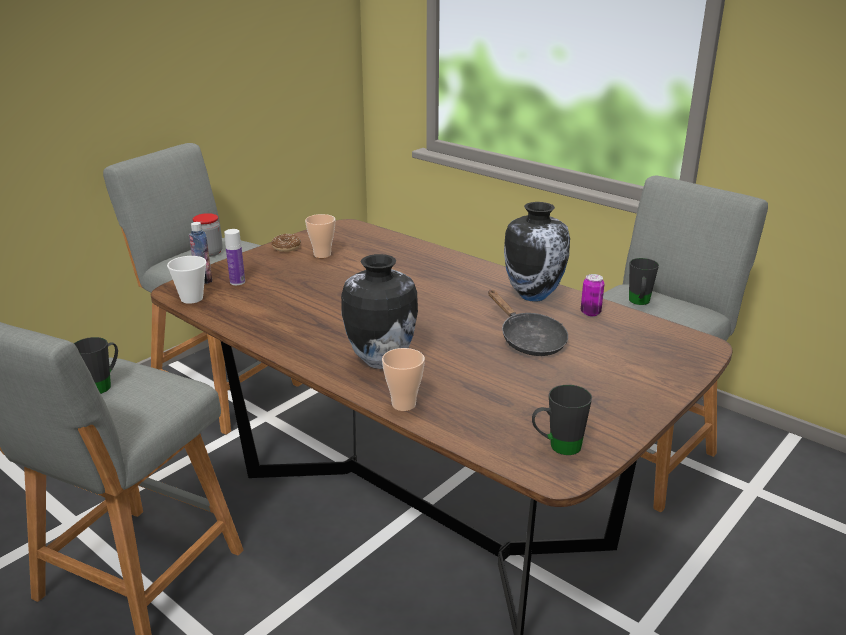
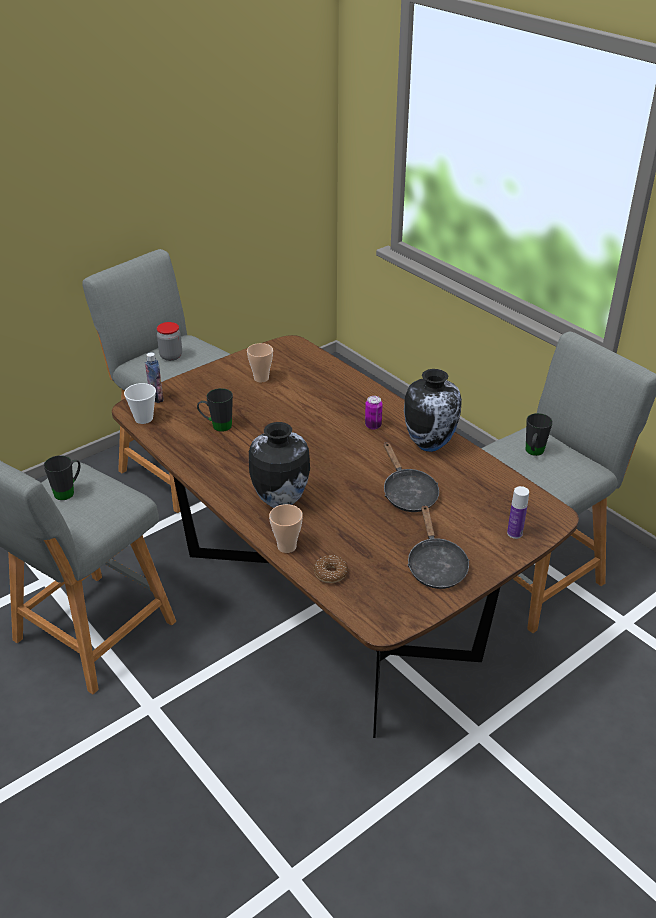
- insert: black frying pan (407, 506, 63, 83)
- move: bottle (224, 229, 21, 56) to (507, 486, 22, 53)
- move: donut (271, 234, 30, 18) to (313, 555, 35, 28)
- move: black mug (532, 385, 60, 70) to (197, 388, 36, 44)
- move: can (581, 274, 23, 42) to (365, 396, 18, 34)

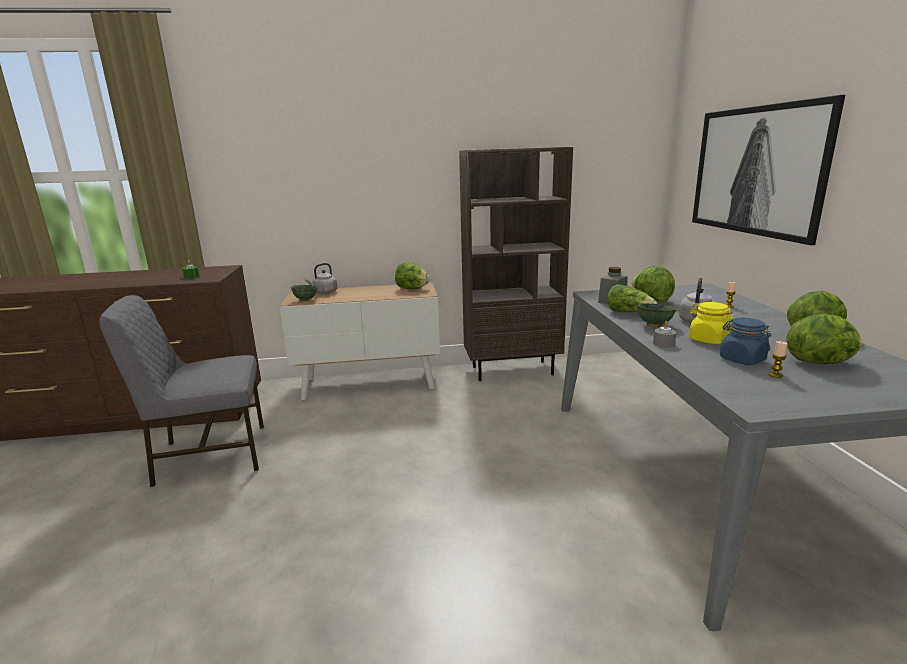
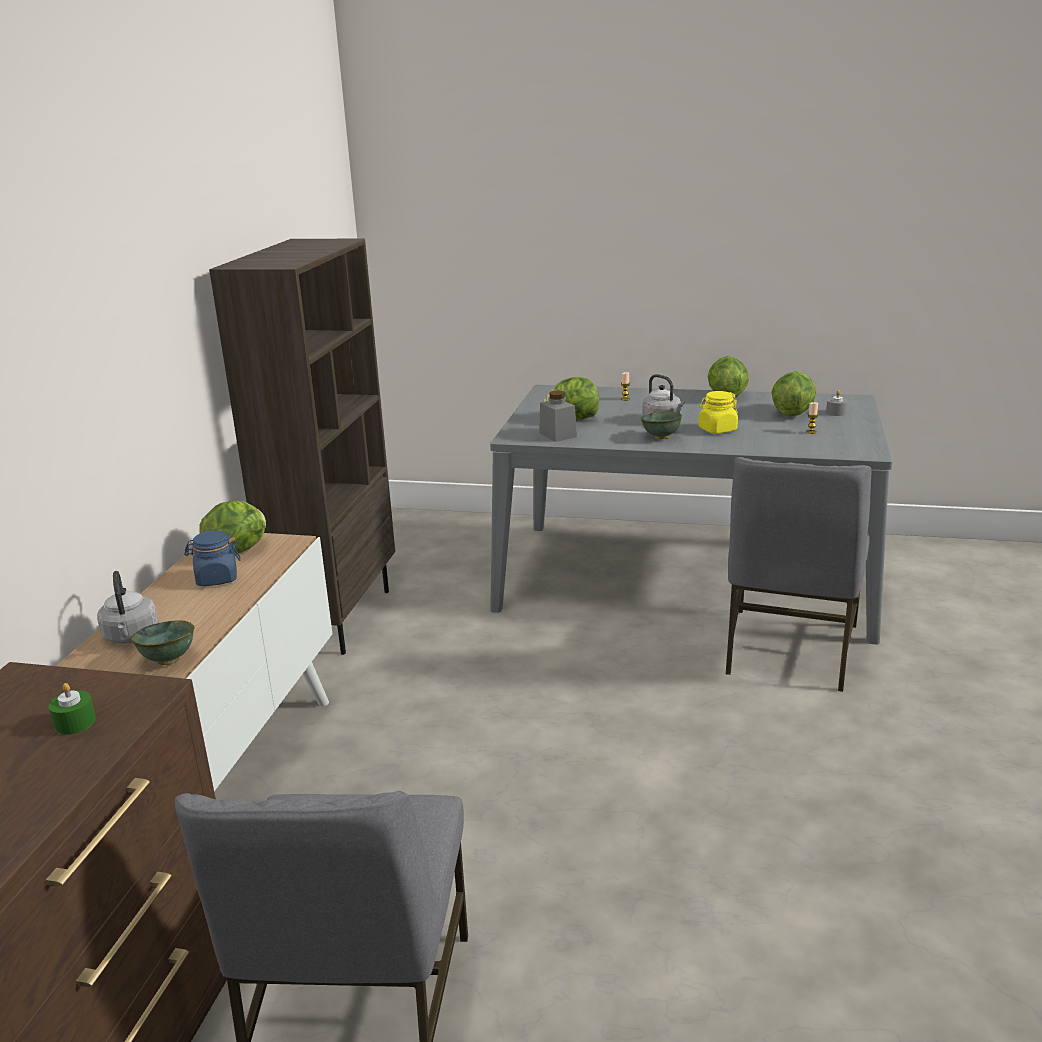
- delete: lettuce (607, 284, 50, 28)
- delete: picture (692, 95, 153, 150)
- insert: grey chair (726, 457, 145, 235)
- move: grey candle (653, 321, 23, 27) to (826, 390, 22, 26)
- move: blue jar (720, 318, 51, 47) to (184, 530, 57, 56)

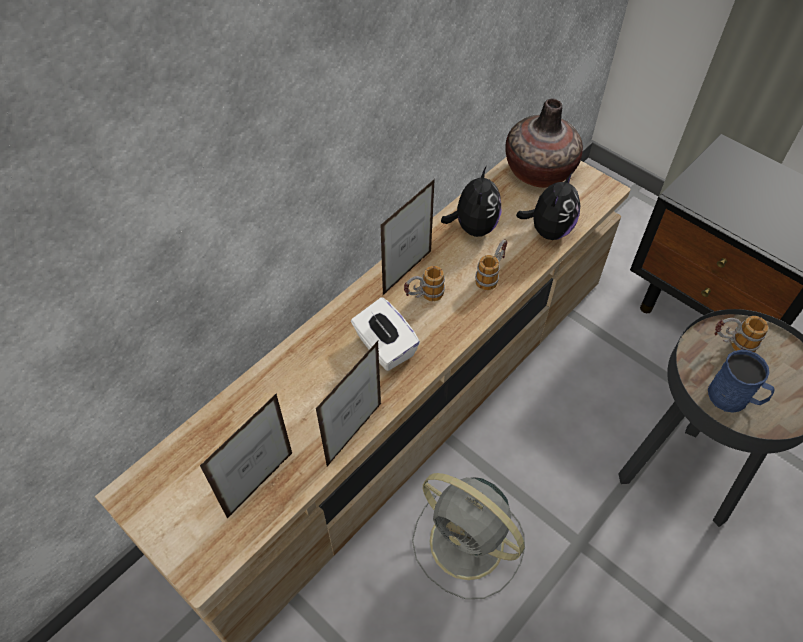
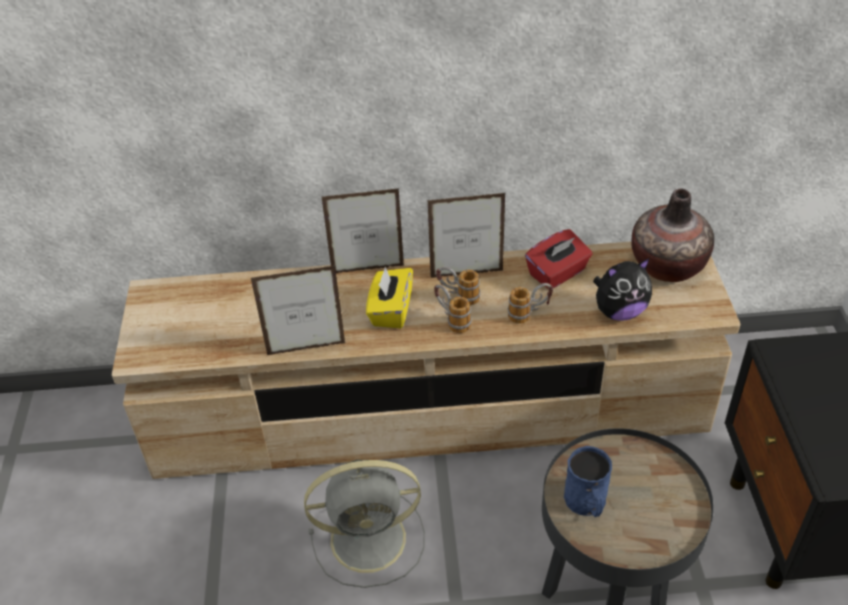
- move: picture frame (200, 393, 93, 126) to (322, 188, 82, 85)
- move: mug (714, 316, 55, 36) to (434, 285, 38, 48)
- replace: plush toy (441, 166, 60, 71) to red tissue box (525, 229, 67, 59)
- recolor: white tissue box (351, 297, 69, 74) to yellow tissue box (366, 267, 47, 61)
- rotate: grey fan (412, 473, 113, 126) = (304, 460, 121, 128) 90 degrees counterclockwise

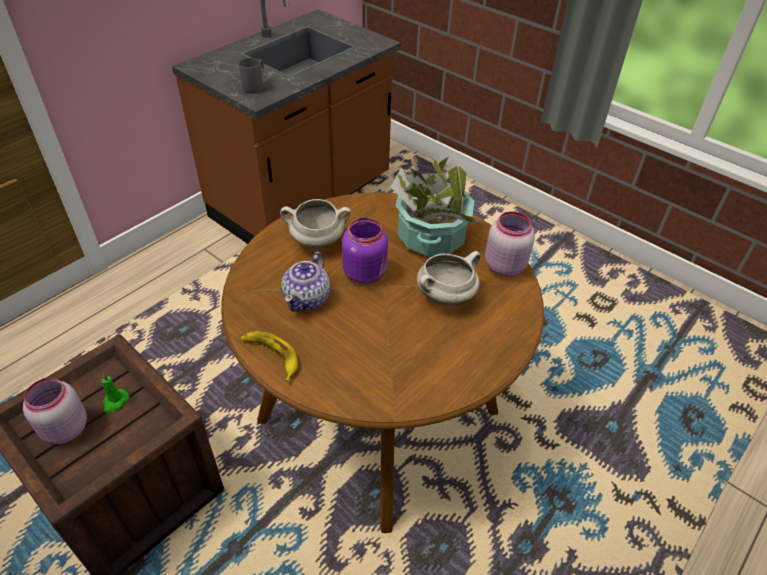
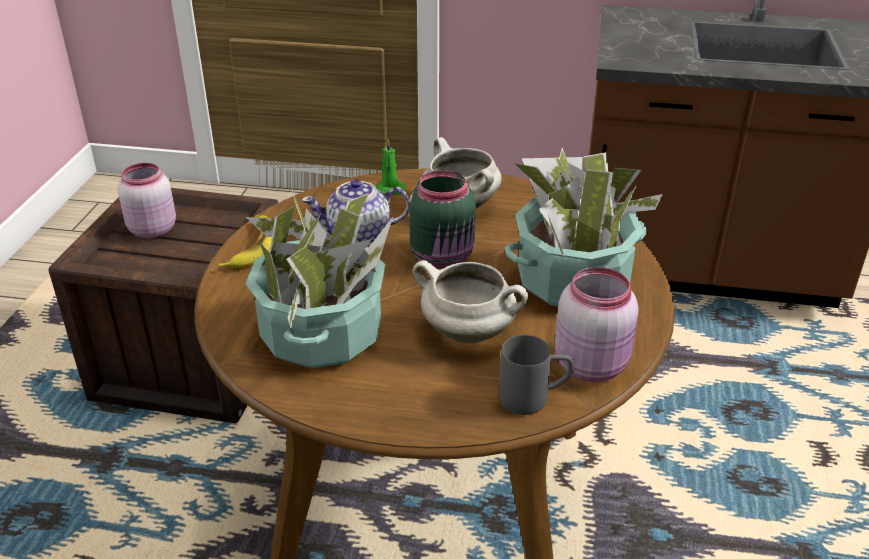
- insert: potted plant (245, 190, 148, 178)
- move: green candle (101, 374, 28, 39) to (375, 139, 31, 56)
- move: grey mug (239, 58, 25, 35) to (499, 335, 75, 80)
- recolor: purple jar (342, 218, 46, 66) to green jar (409, 170, 67, 98)

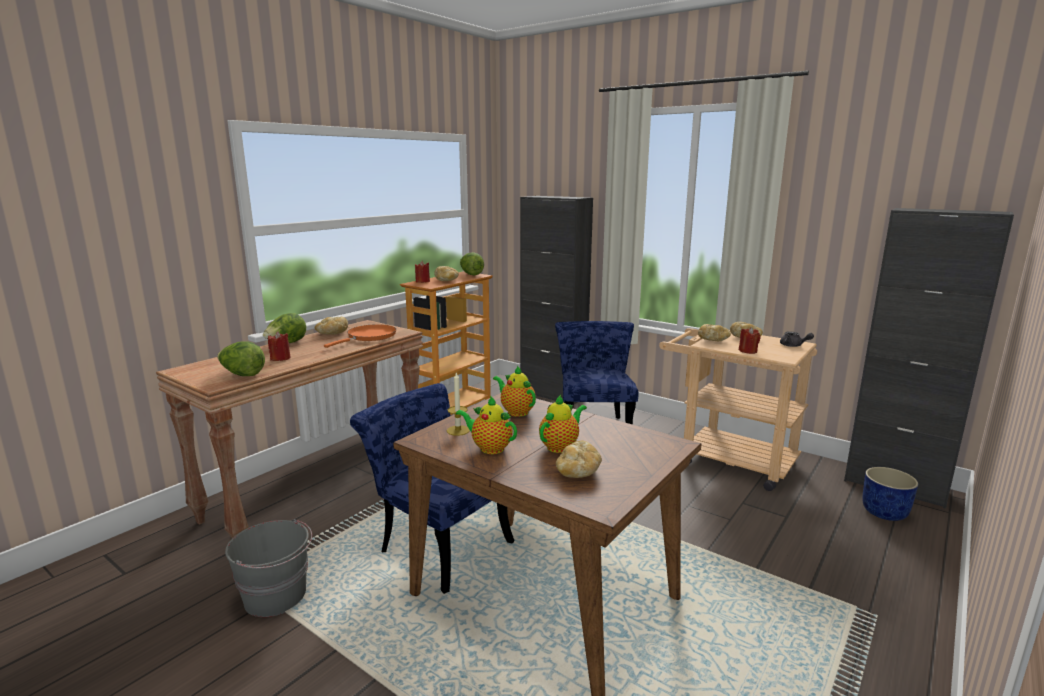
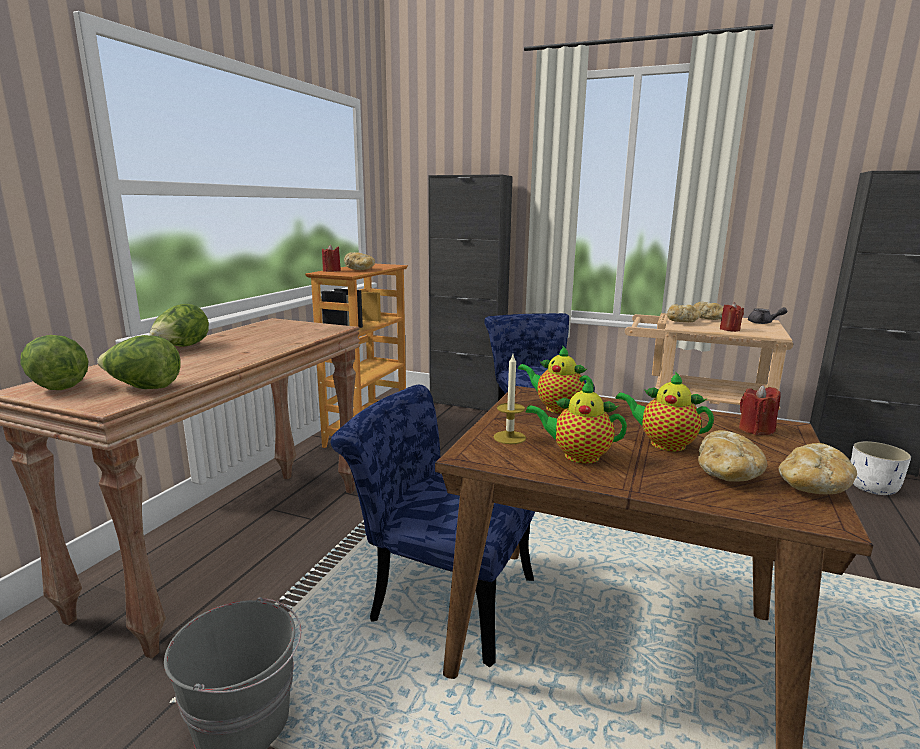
- delete: orange frying pan (324, 324, 72, 24)
- move: red candle (268, 331, 23, 30) to (739, 385, 41, 50)
- move: bread (315, 317, 33, 18) to (778, 443, 79, 52)
- move: lettuce (460, 252, 24, 24) to (20, 335, 68, 55)
- recolor: blue planter (863, 467, 55, 54) to white planter (851, 441, 60, 54)
- rotate: teapot (539, 395, 48, 58) = (616, 371, 98, 80) 90 degrees counterclockwise

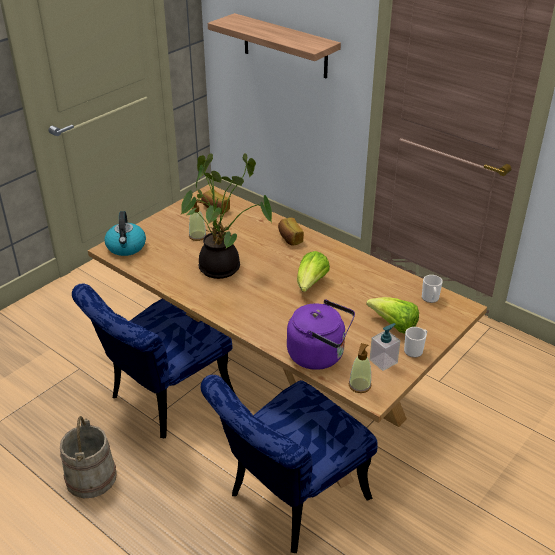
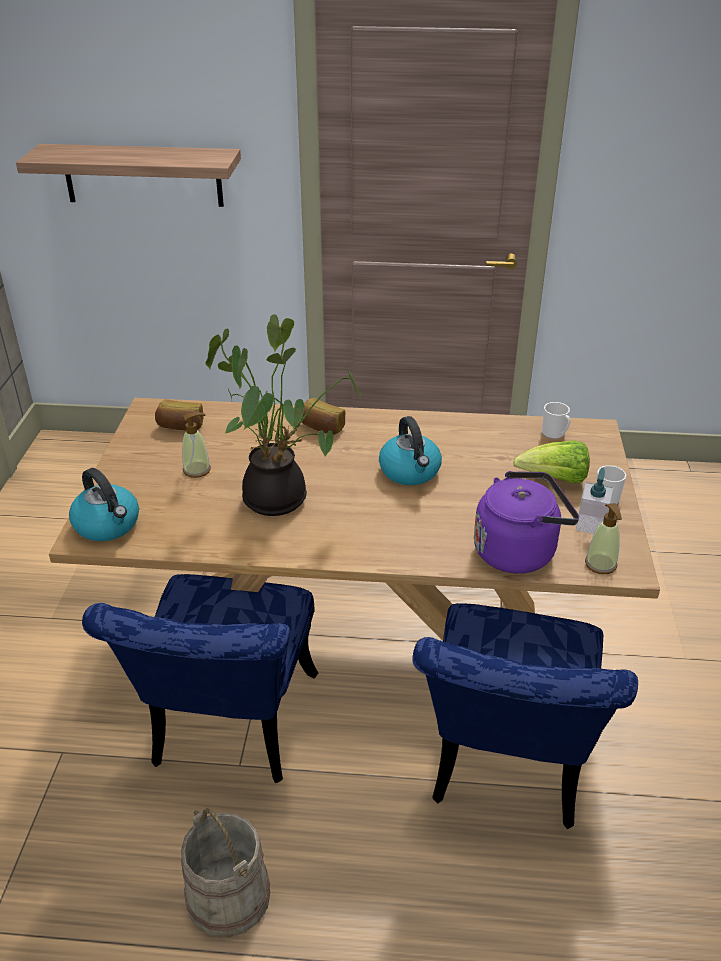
- replace: lettuce (297, 251, 33, 41) to kettle (379, 416, 63, 69)

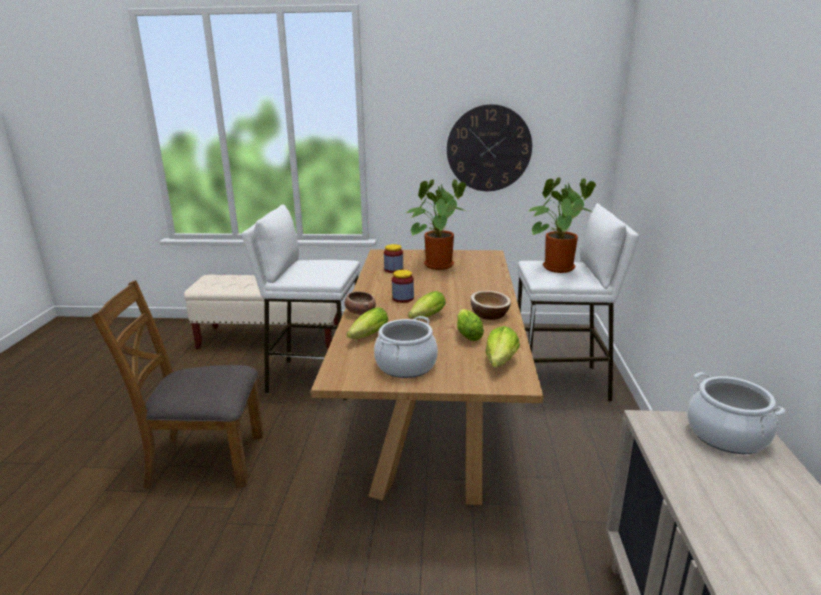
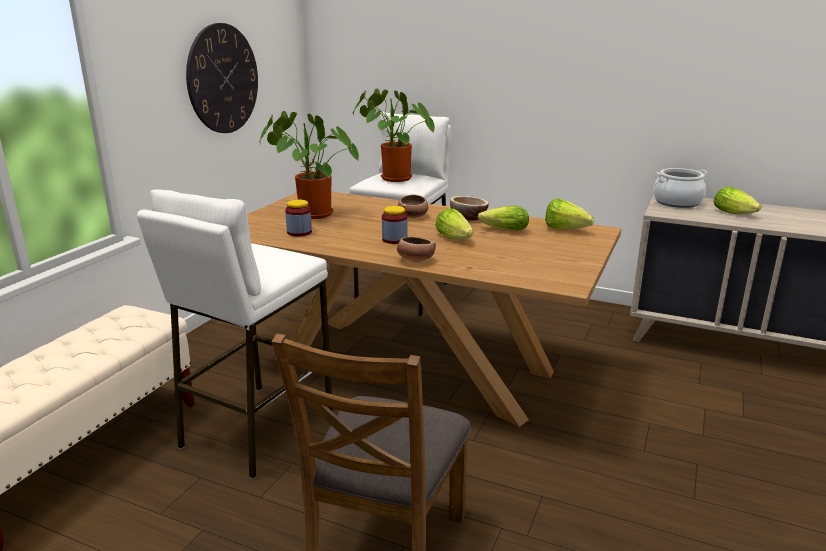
- delete: cooking pot (374, 316, 64, 62)
- insert: bowl (398, 194, 30, 24)
- move: lettuce (347, 307, 41, 32) to (714, 187, 48, 27)

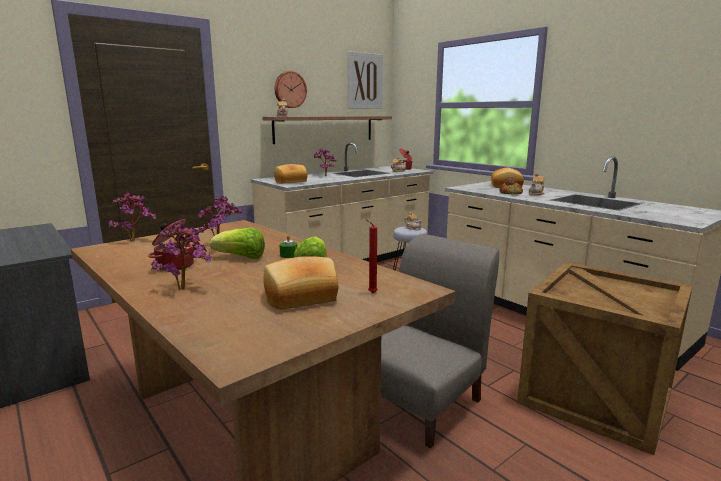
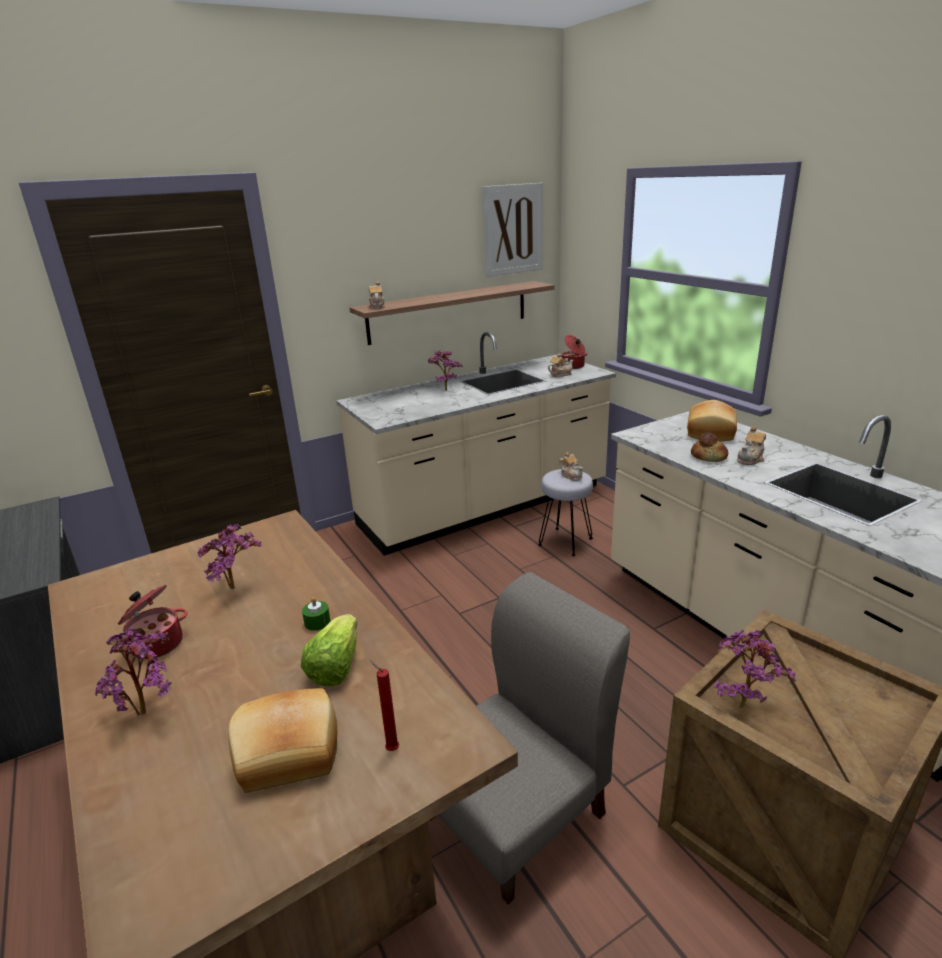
- delete: lettuce (210, 227, 55, 32)
- delete: bread (274, 164, 33, 20)
- delete: wall clock (275, 71, 32, 37)
- move: potted plant (108, 192, 48, 49) to (714, 630, 82, 79)

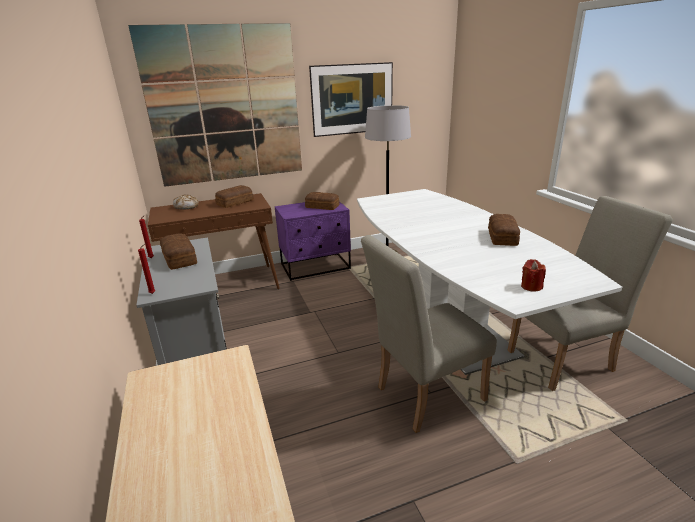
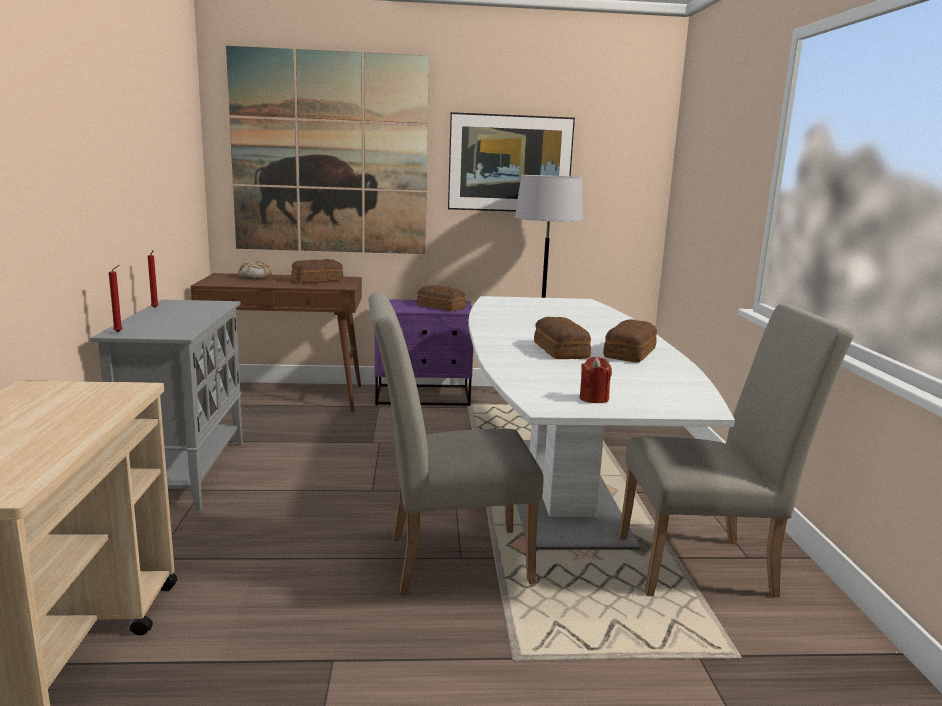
- move: bread (160, 234, 37, 36) to (534, 317, 57, 42)

